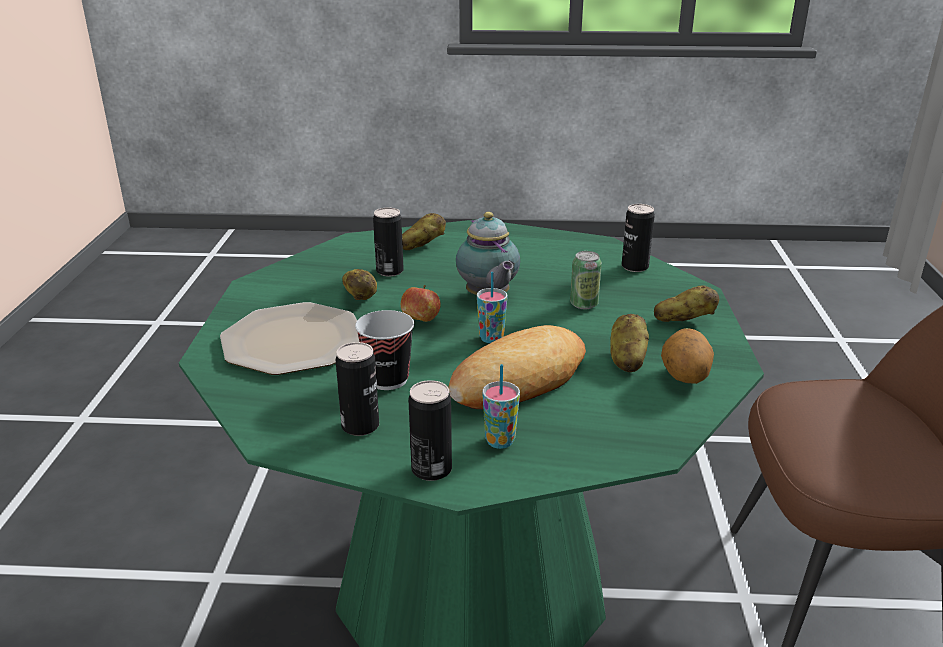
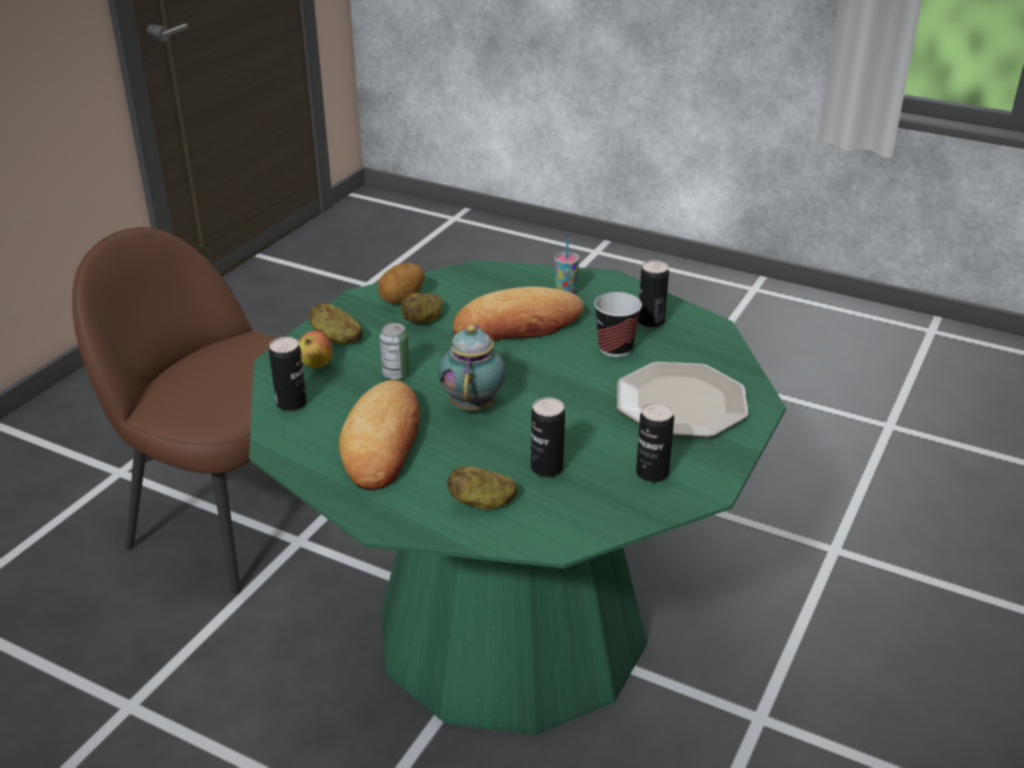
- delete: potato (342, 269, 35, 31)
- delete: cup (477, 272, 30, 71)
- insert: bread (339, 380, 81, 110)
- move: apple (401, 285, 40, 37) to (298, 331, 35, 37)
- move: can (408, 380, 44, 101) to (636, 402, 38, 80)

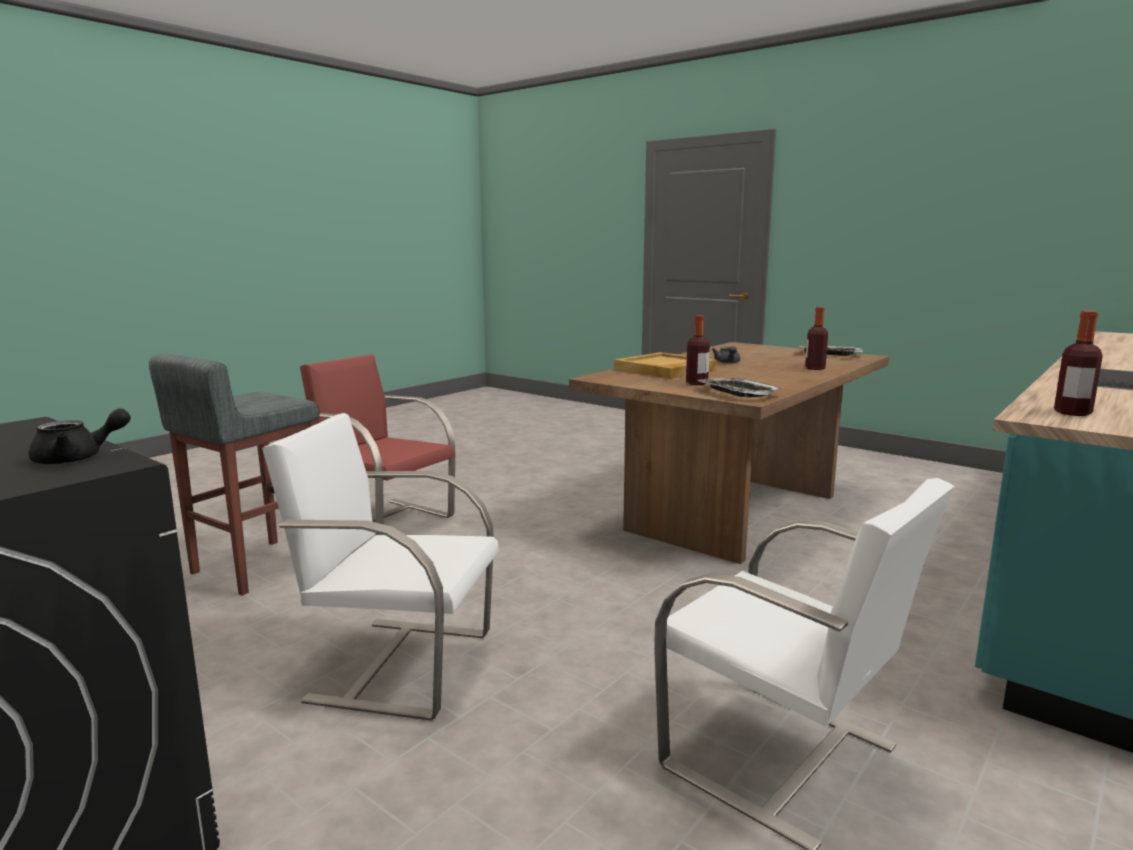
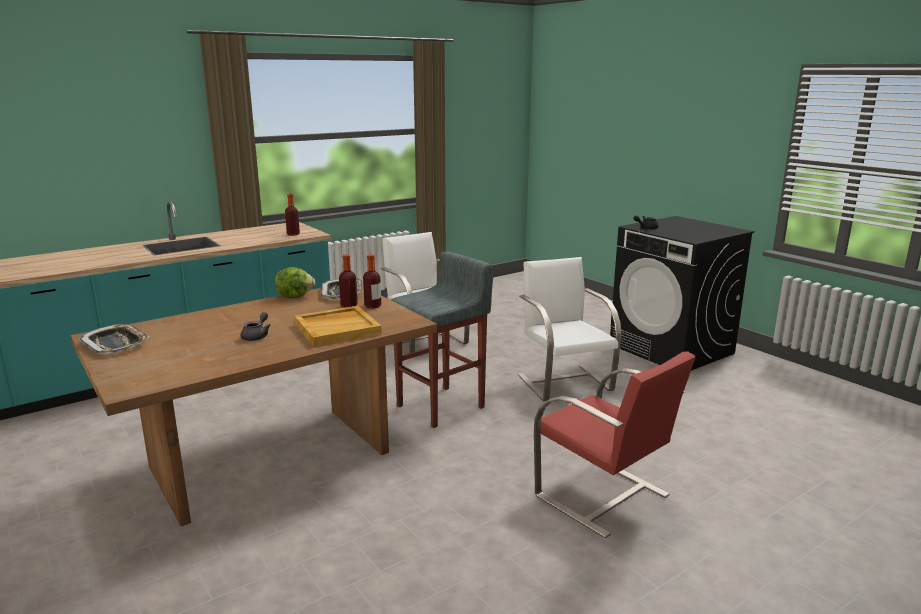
- insert: lettuce (275, 267, 40, 31)
- move: grey stool (149, 353, 171, 243) to (391, 252, 103, 176)
- move: bottle (805, 307, 23, 63) to (363, 254, 18, 54)
- rotate: white chair (262, 413, 237, 308) = (518, 257, 104, 144) 135 degrees counterclockwise

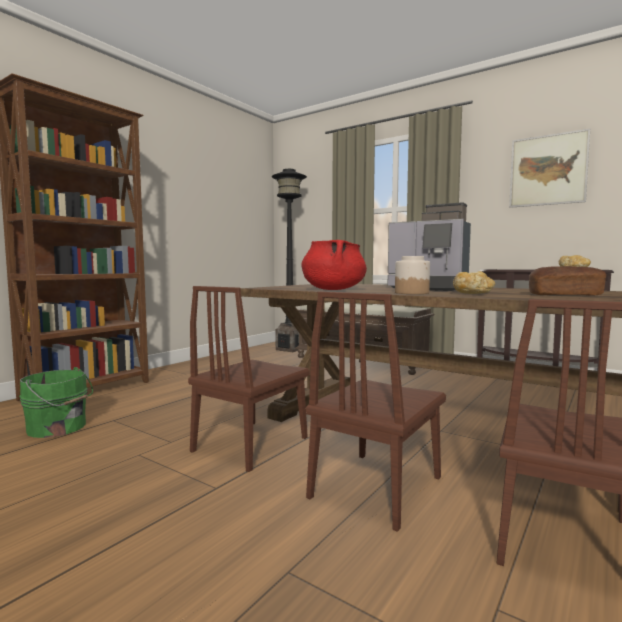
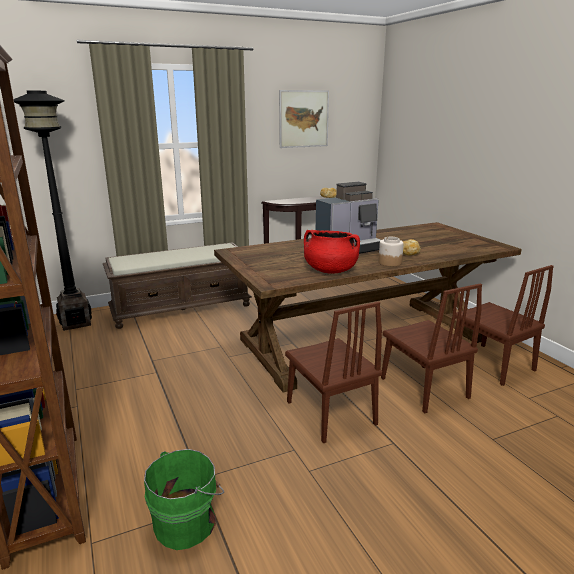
- delete: bread (529, 266, 77, 30)

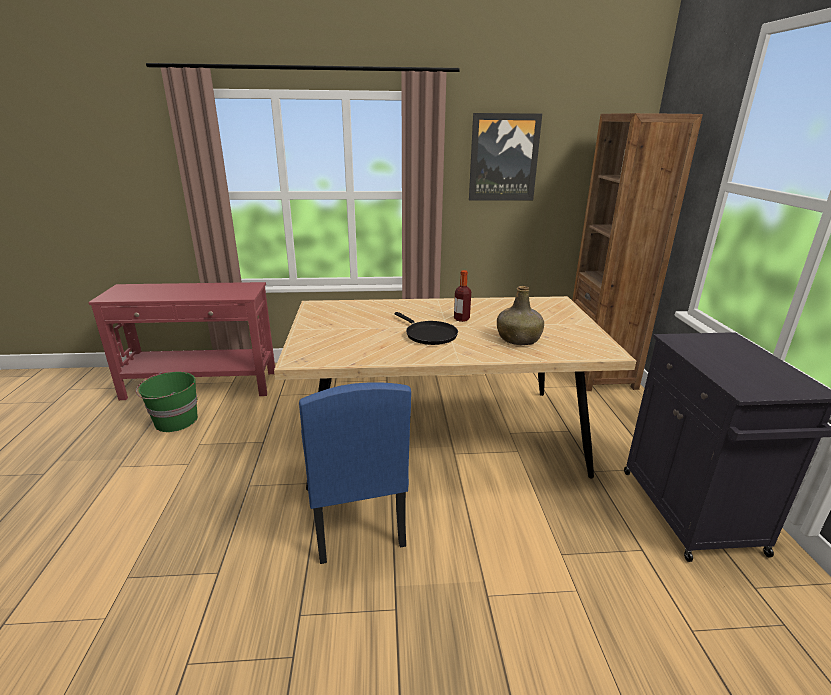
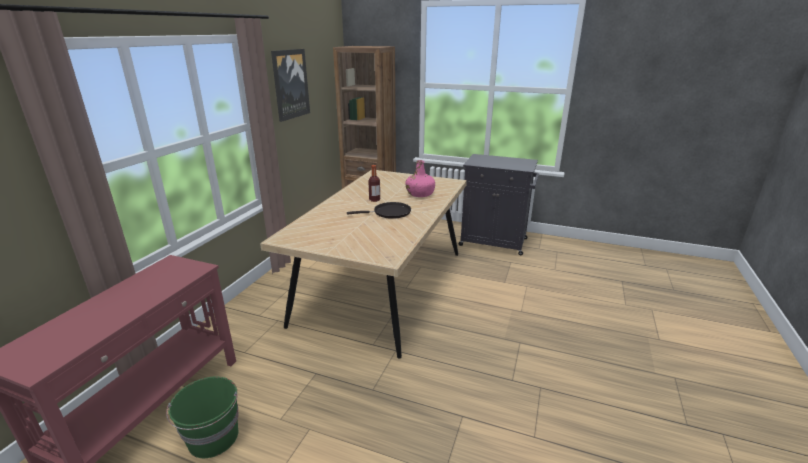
- delete: blue chair (299, 383, 112, 181)
- recolor: green bottle (497, 286, 47, 59) to pink bottle (406, 160, 29, 37)

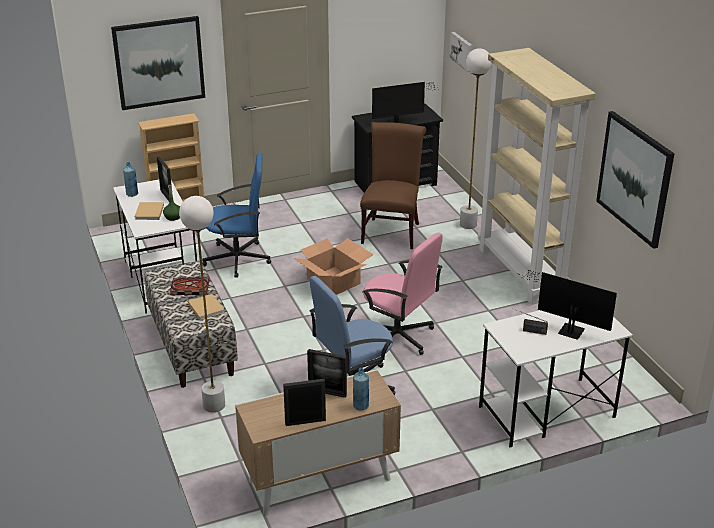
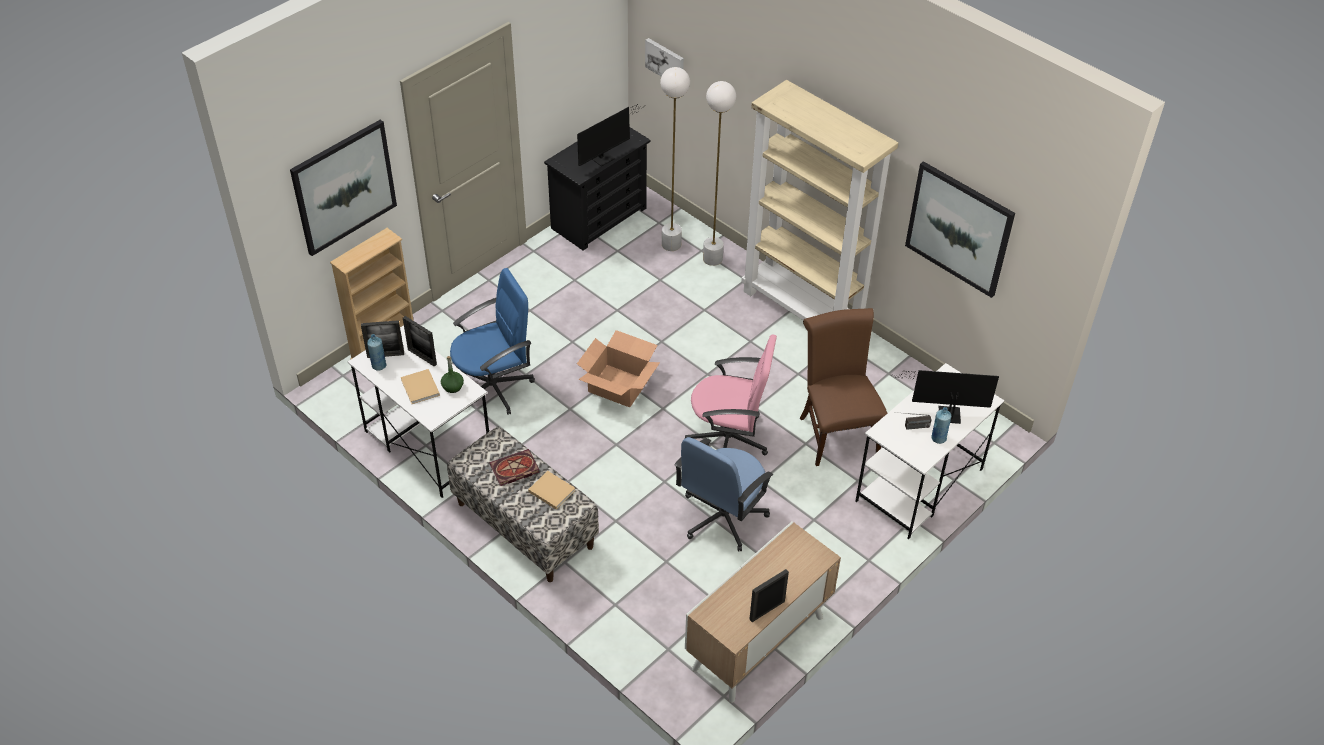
- move: white floor lamp (179, 196, 46, 217) to (660, 67, 30, 184)
- move: picture frame (307, 349, 40, 49) to (361, 320, 43, 38)
- move: blue bottle (353, 368, 16, 43) to (931, 407, 20, 37)
- move: brown chair (360, 122, 66, 127) to (800, 308, 87, 158)

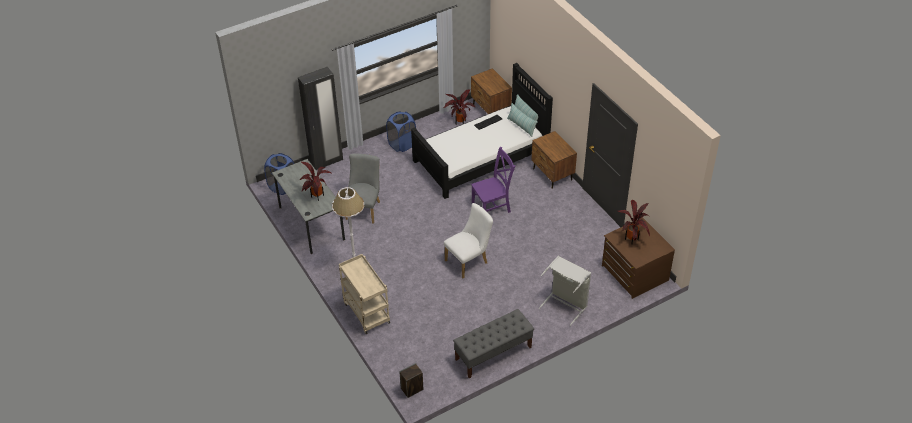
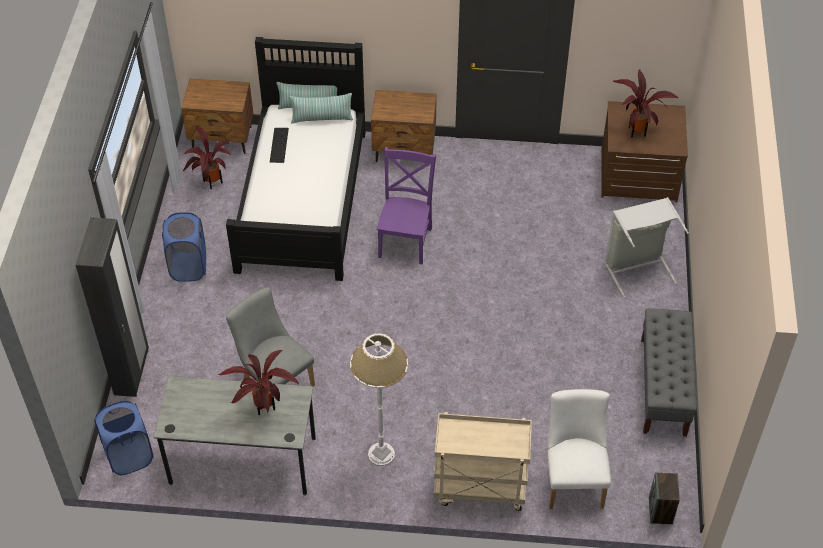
- move: white chair (444, 203, 49, 75) to (547, 389, 64, 120)

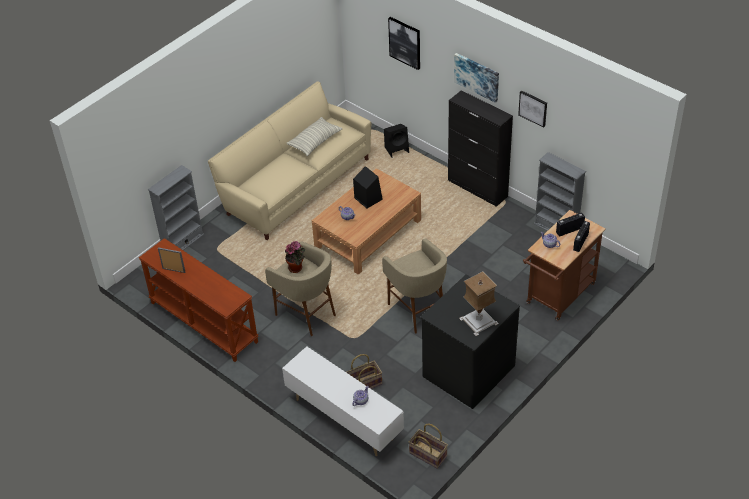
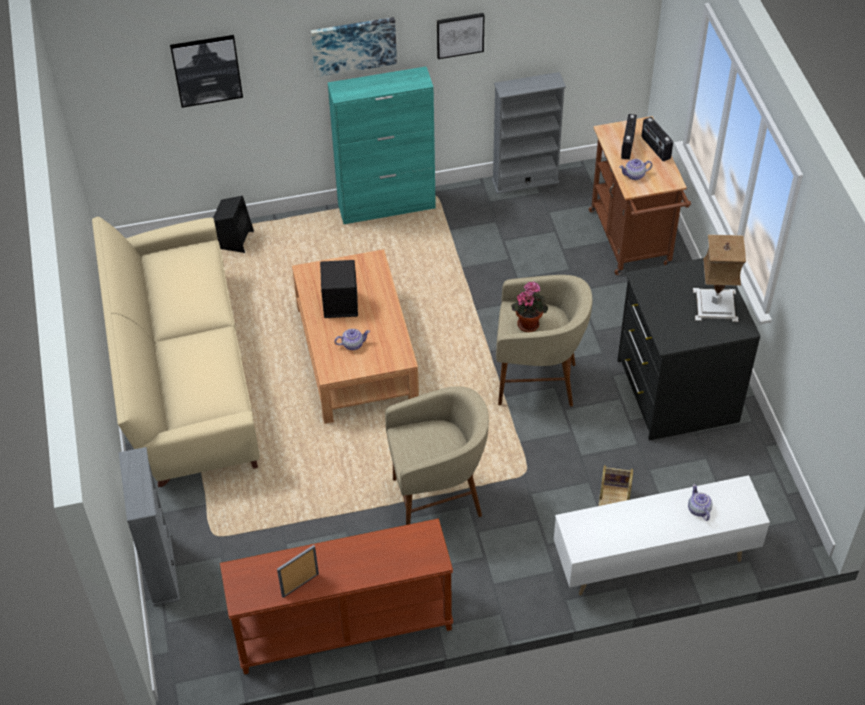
- delete: pillow (287, 117, 55, 39)
- delete: basket (409, 424, 39, 45)
- move: potted plant (285, 241, 20, 32) to (511, 281, 37, 51)
- recolor: black cabinet (448, 90, 65, 117) to turquoise cabinet (328, 67, 108, 157)

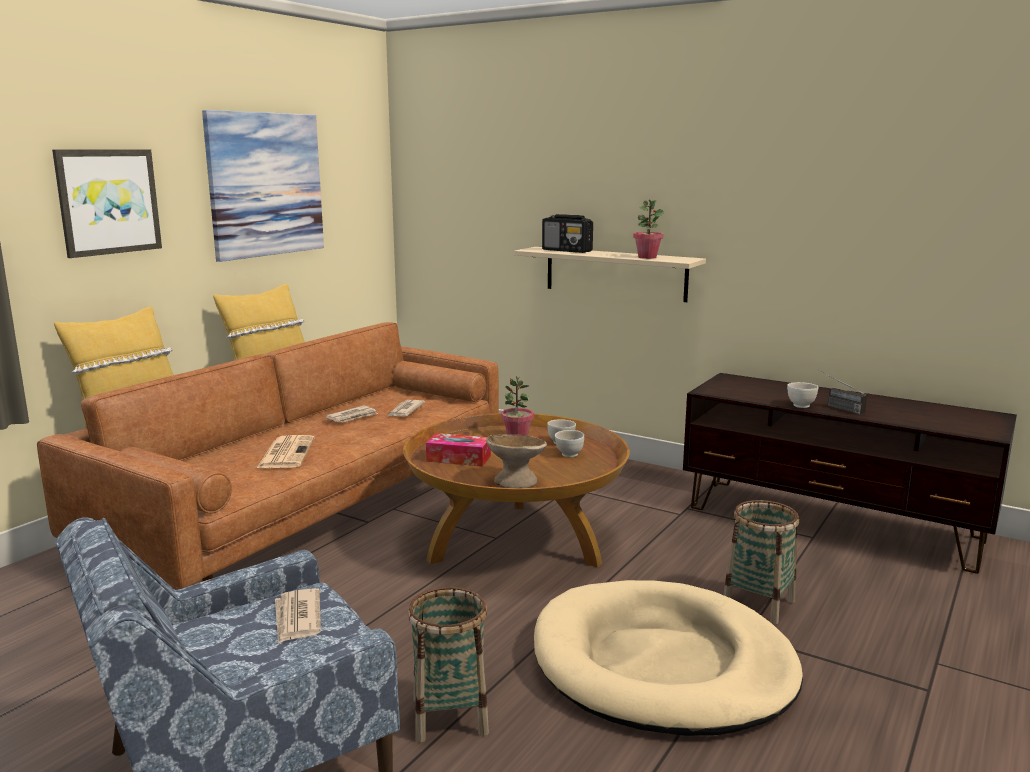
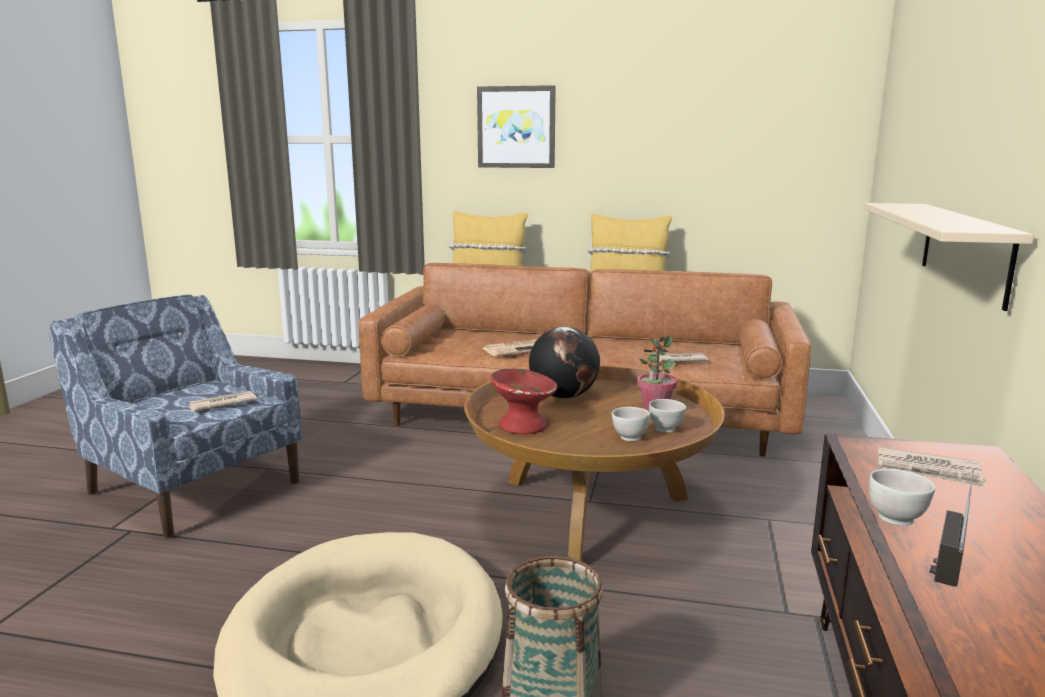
- delete: picture (202, 110, 122, 152)
- delete: basket (408, 587, 81, 155)
- delete: radio (542, 214, 51, 39)
- delete: potted plant (633, 200, 31, 59)
- move: newspaper (325, 405, 53, 18) to (878, 447, 109, 41)
- replace: tissue box (426, 433, 65, 34) to globe (529, 327, 71, 72)
- recolor: beige bowl (486, 435, 61, 53) to red bowl (490, 368, 67, 66)

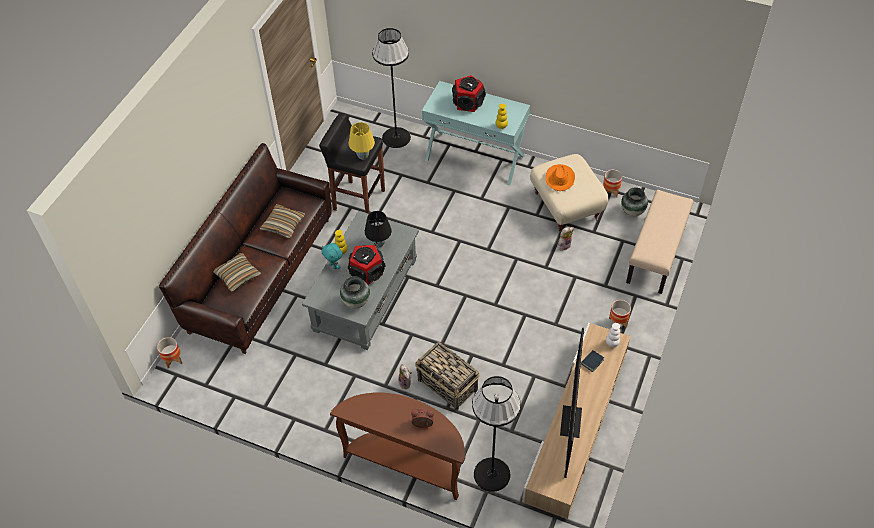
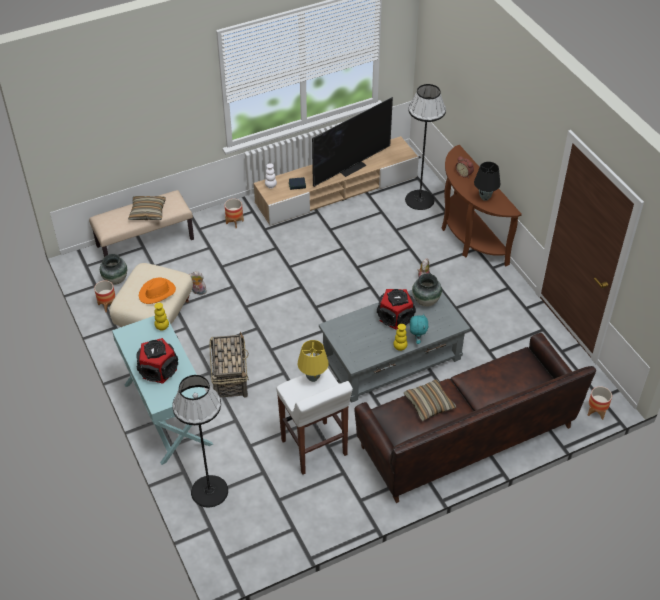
- move: pillow (214, 253, 48, 39) to (128, 196, 38, 24)
- move: black table lamp (365, 211, 27, 36) to (474, 162, 27, 39)
- move: basket (415, 342, 64, 69) to (209, 332, 40, 66)
- recolor: black stool (319, 113, 66, 101) to white stool (276, 368, 77, 106)

